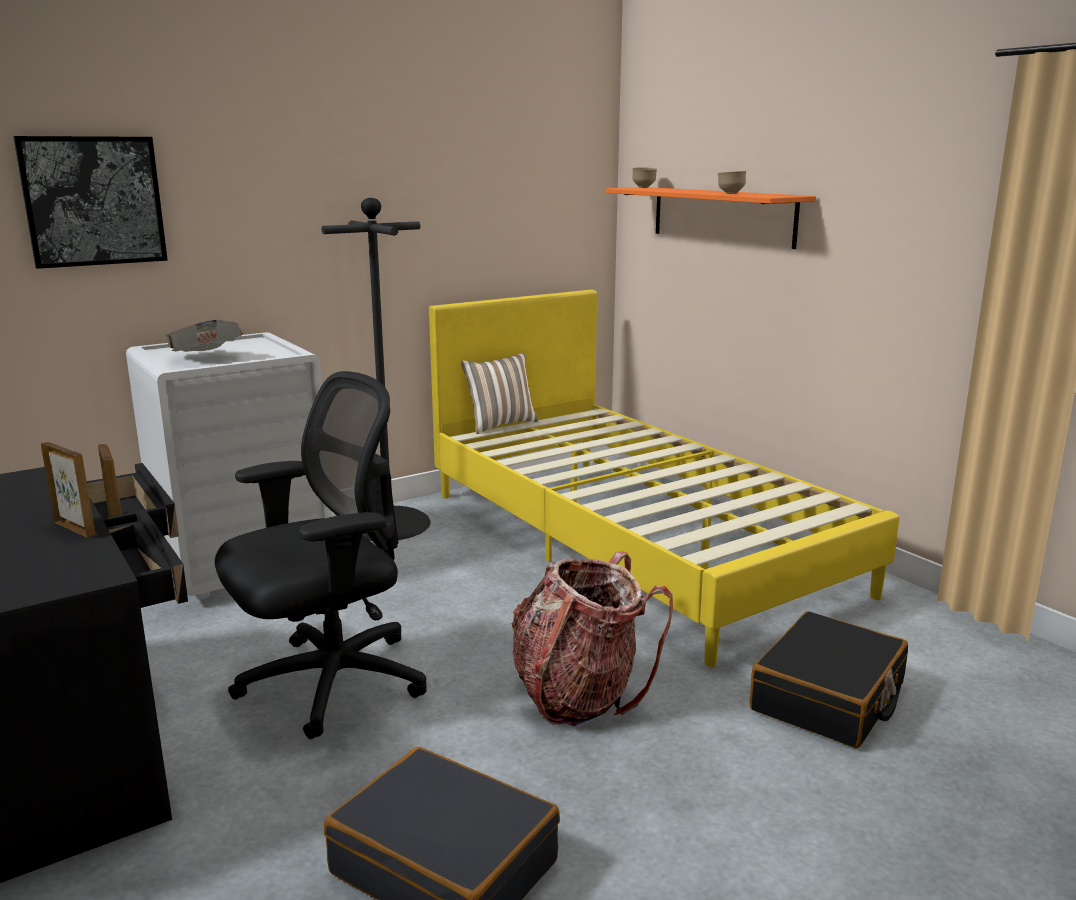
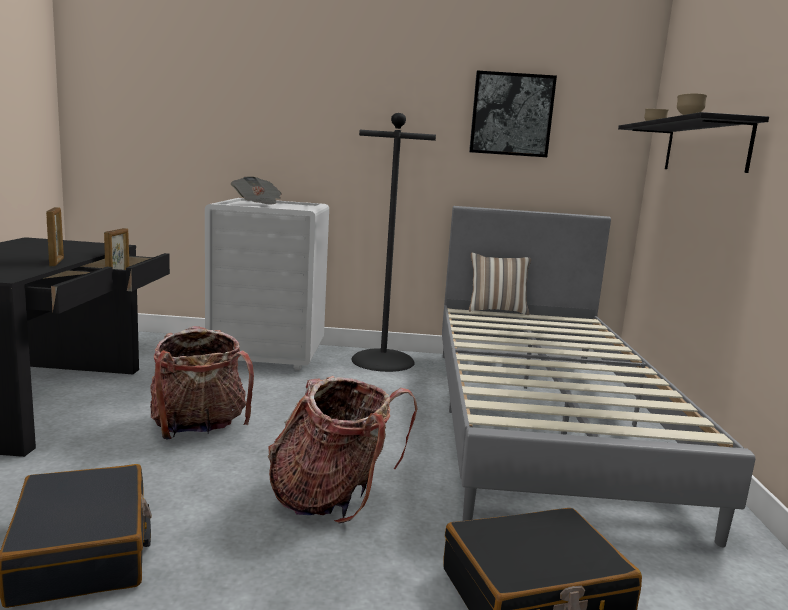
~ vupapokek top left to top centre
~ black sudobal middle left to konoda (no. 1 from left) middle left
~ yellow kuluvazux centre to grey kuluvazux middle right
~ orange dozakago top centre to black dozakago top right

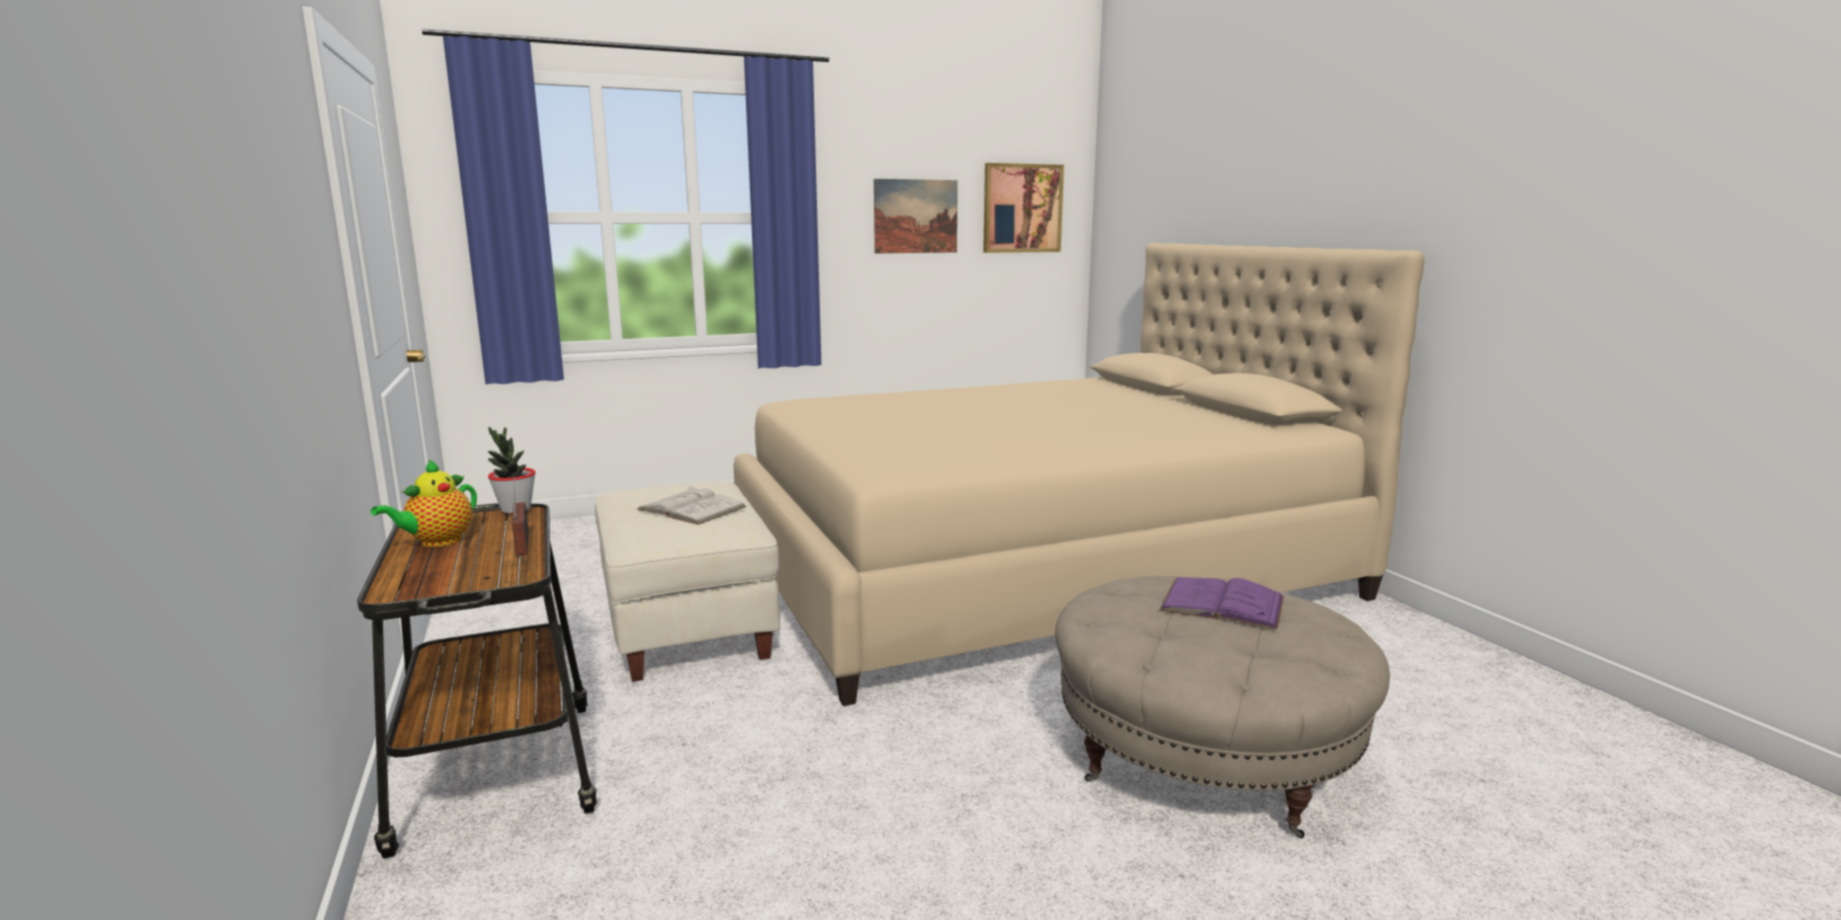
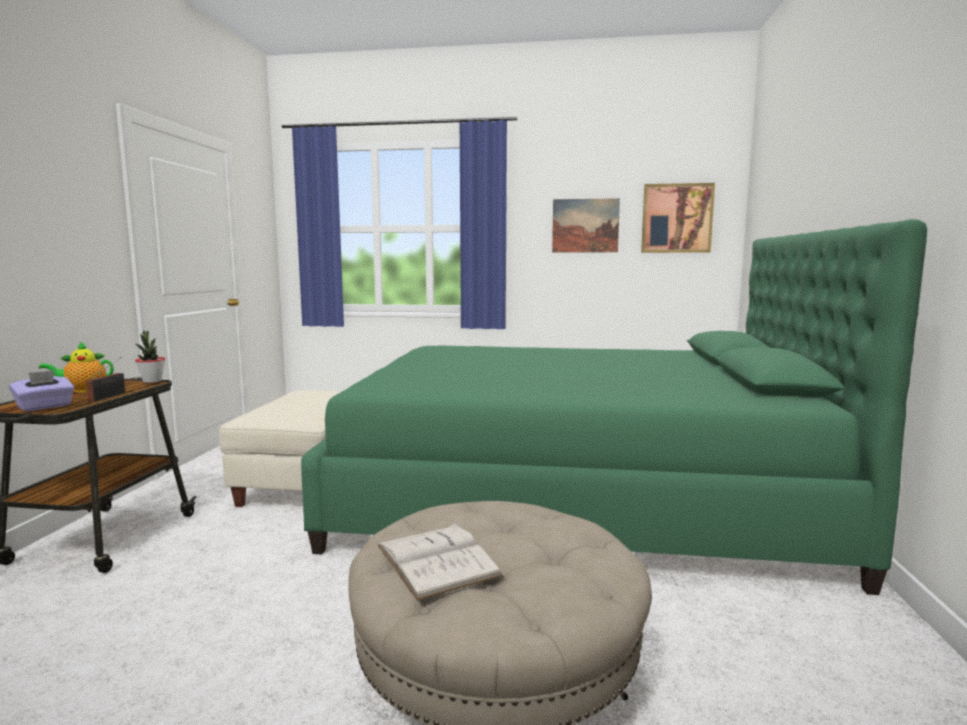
- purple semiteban centre
+ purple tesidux middle left
~ white semiteban centre to bottom centre
~ beige kuluvazux centre to green kuluvazux centre

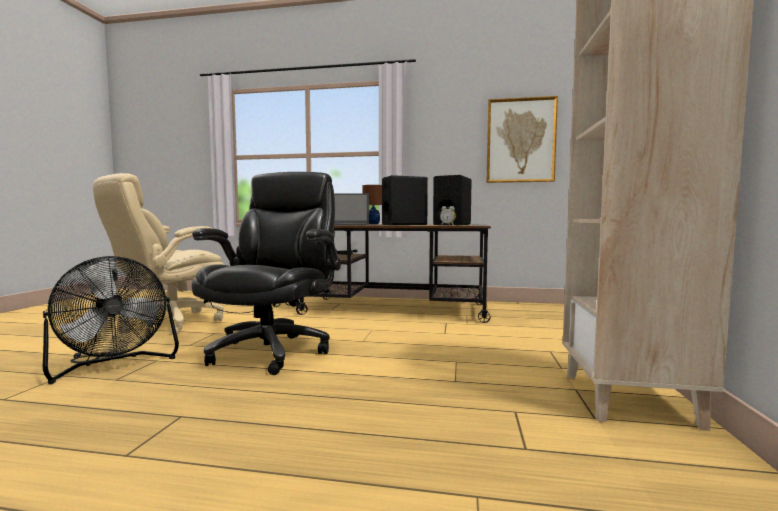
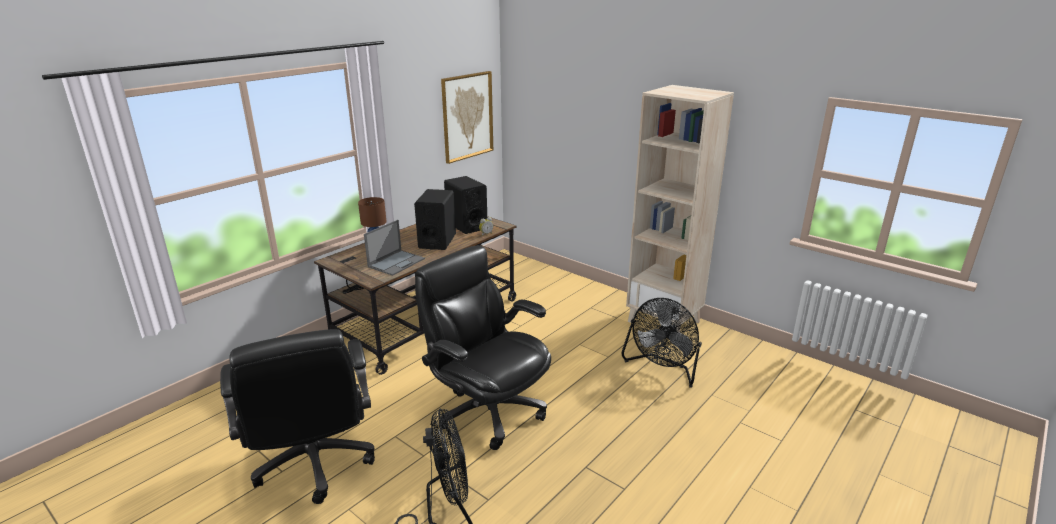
+ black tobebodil (no. 2 from left) centre
~ beige sudobal middle left to black sudobal (no. 1 from left) bottom left

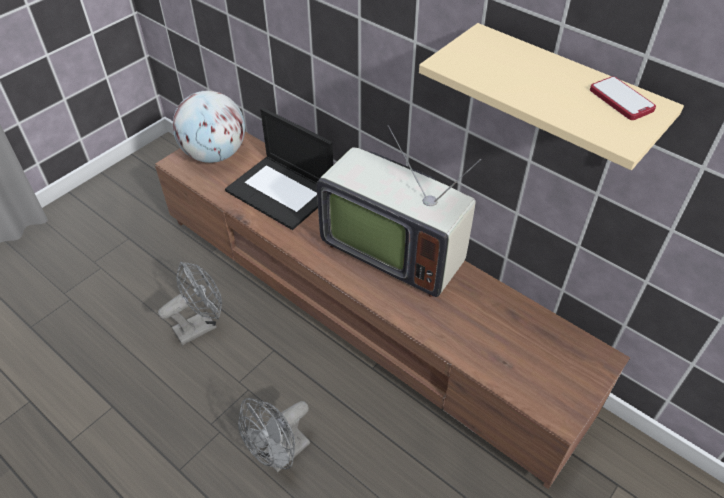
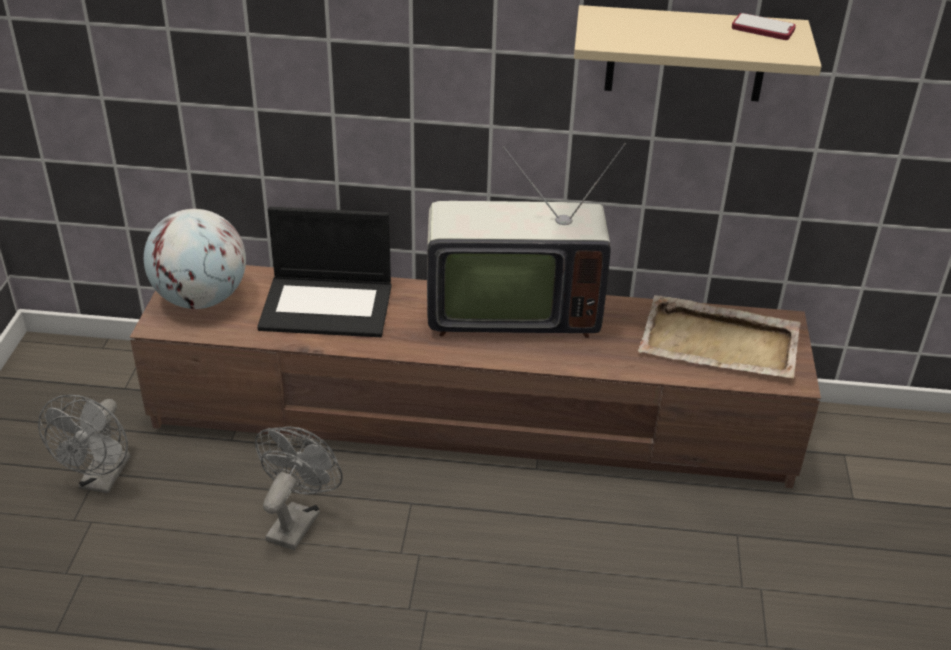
+ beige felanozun middle right
~ grey tobebodil (no. 2 from left in the first image) bottom centre to grey tobebodil (no. 1 from left) bottom left

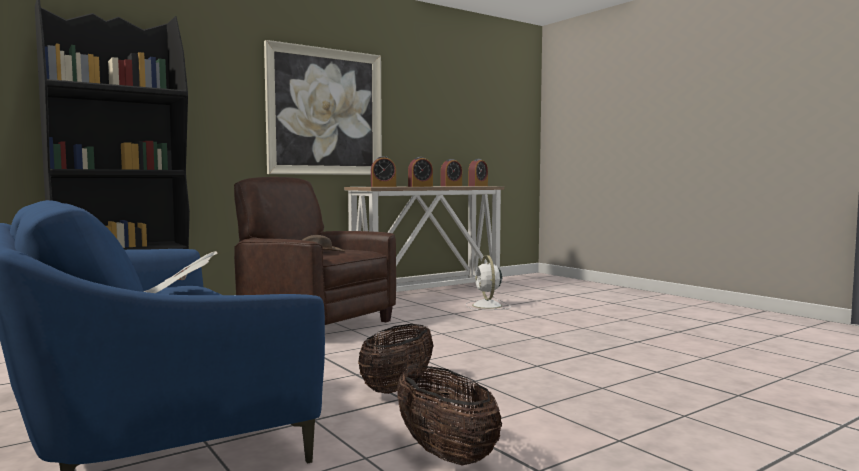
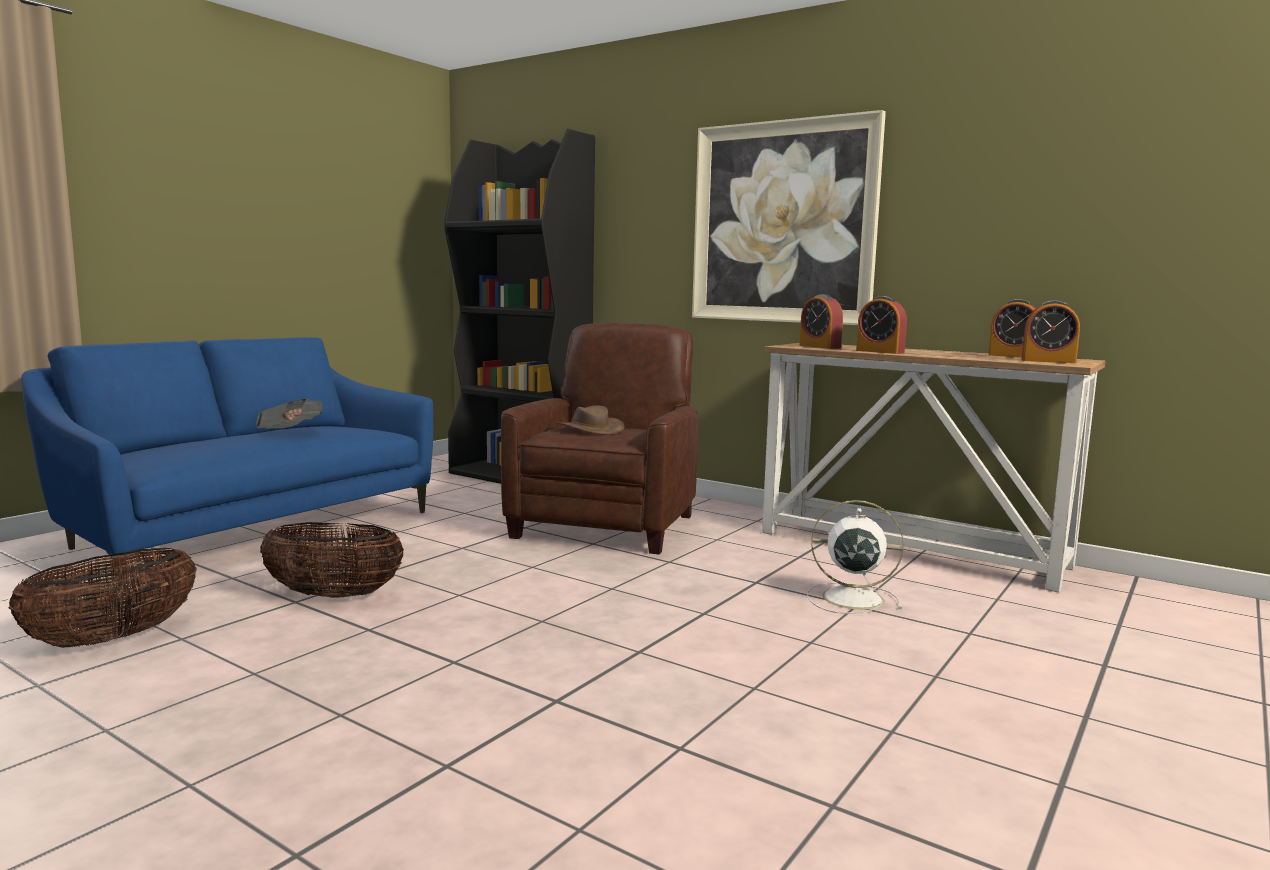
~ white tobebodil centre = middle right 45 degrees clockwise

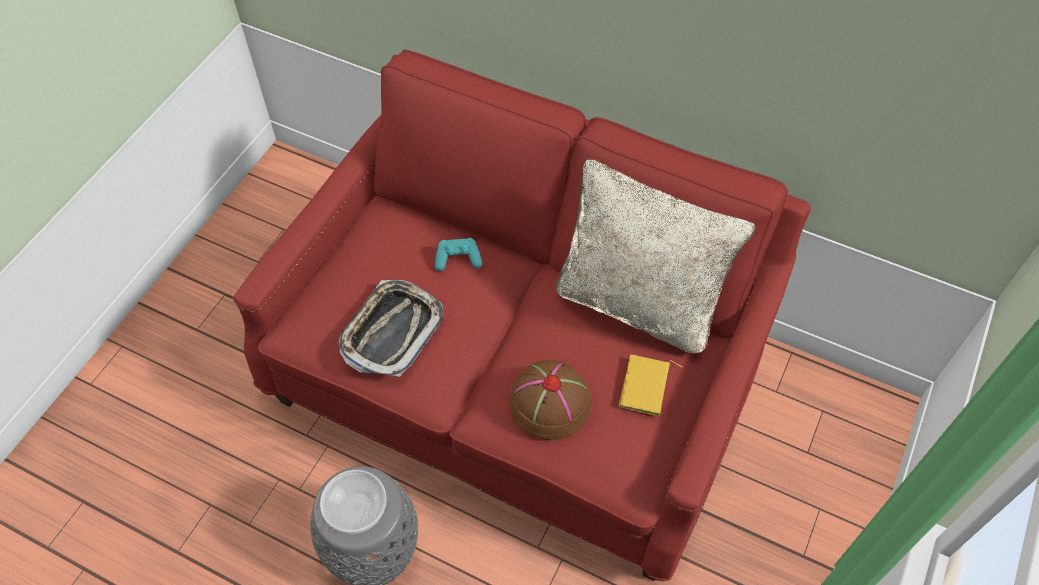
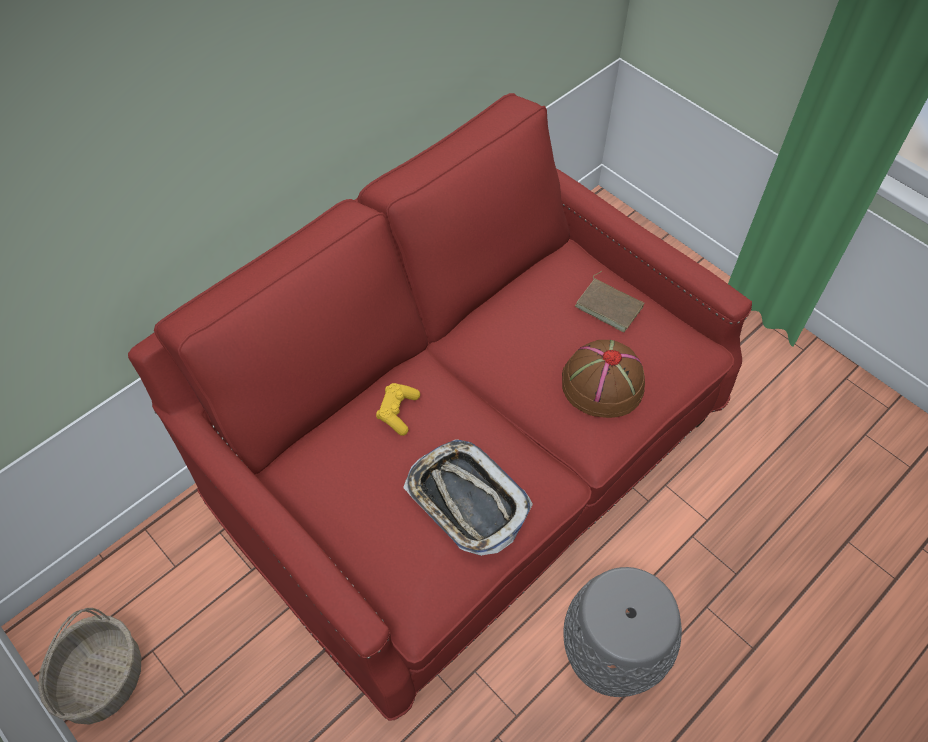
- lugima bottom centre
- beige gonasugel centre
+ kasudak bottom left
~ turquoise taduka centre to yellow taduka centre
~ yellow semiteban centre to brown semiteban centre

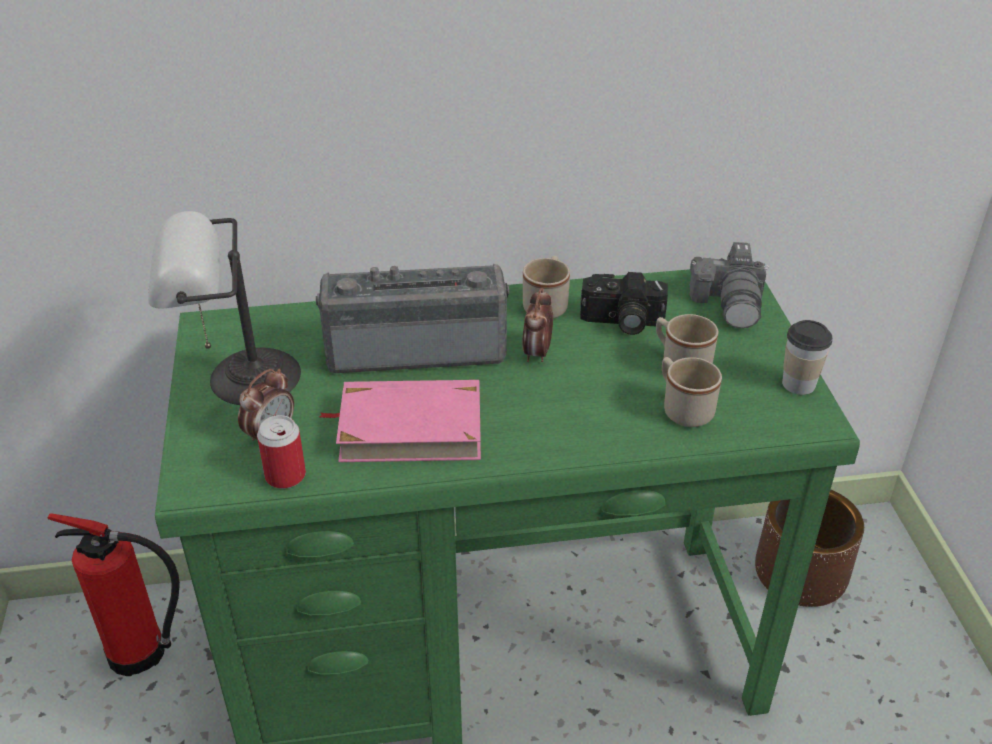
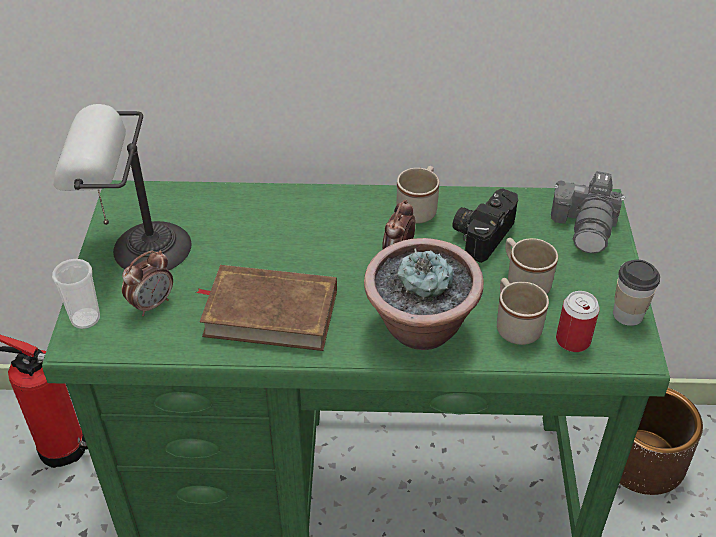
- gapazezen centre
+ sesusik (no. 1 from left) middle left
+ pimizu centre
~ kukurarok middle left to middle right
~ pink semiteban centre to brown semiteban centre
~ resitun (no. 1 from left) centre = middle right 105 degrees clockwise

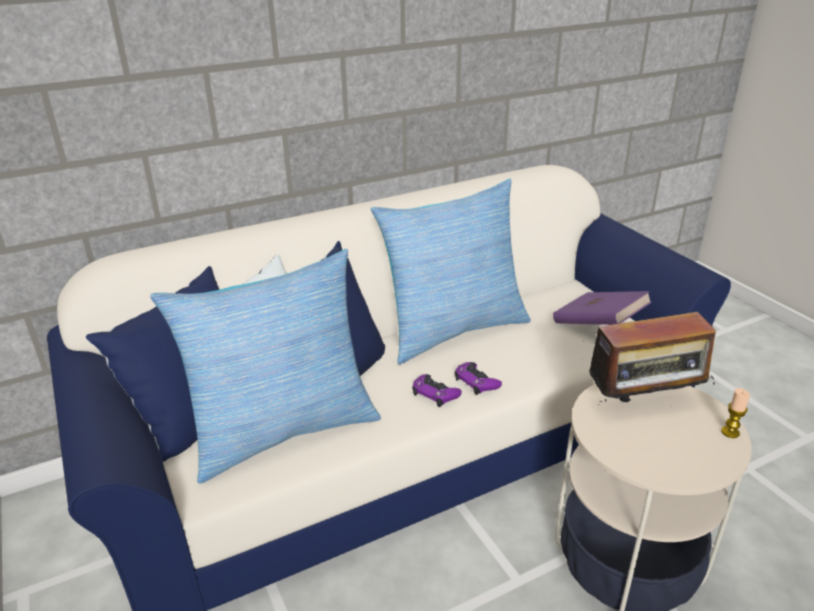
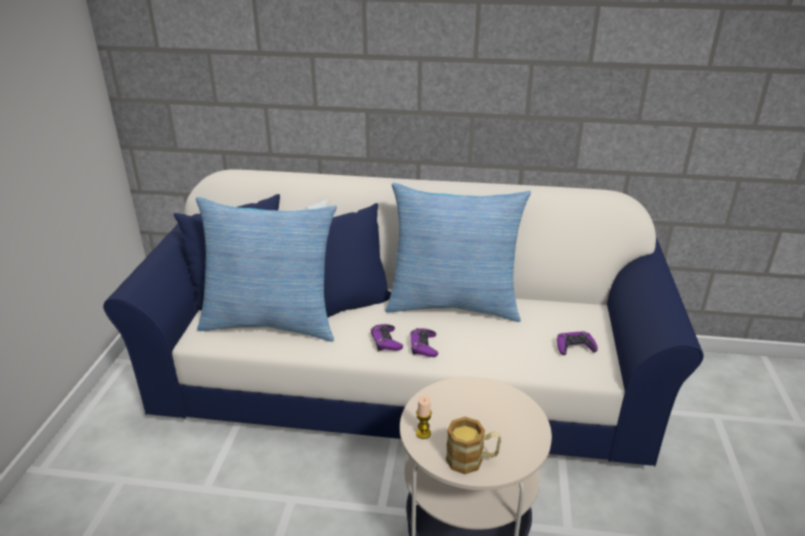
- gapazezen middle right
+ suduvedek bottom centre
~ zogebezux bottom right to bottom centre
~ purple semiteban middle right to purple taduka (no. 3 from left) middle right

